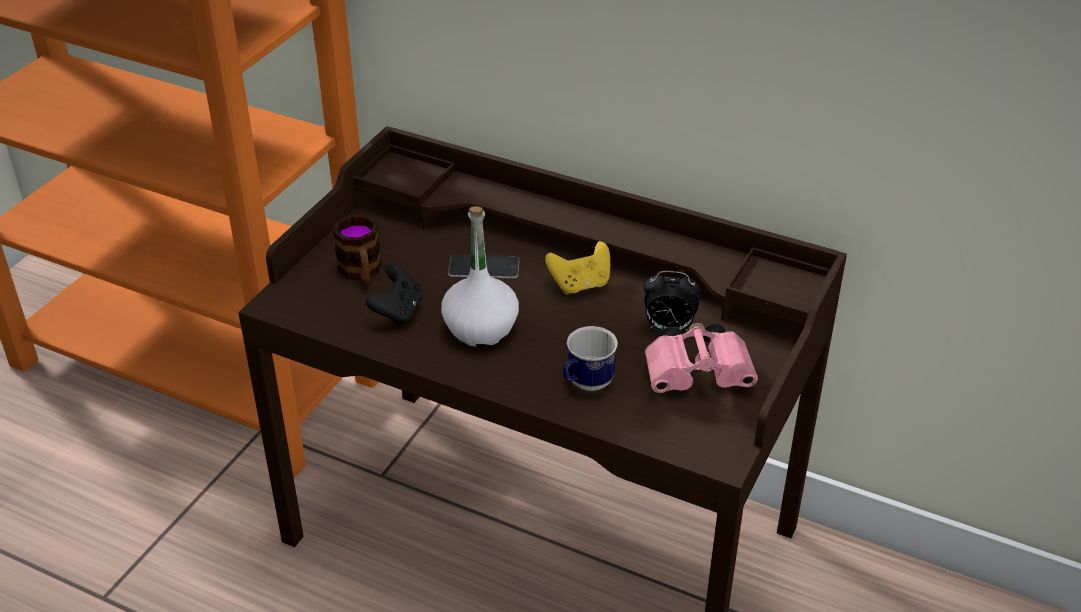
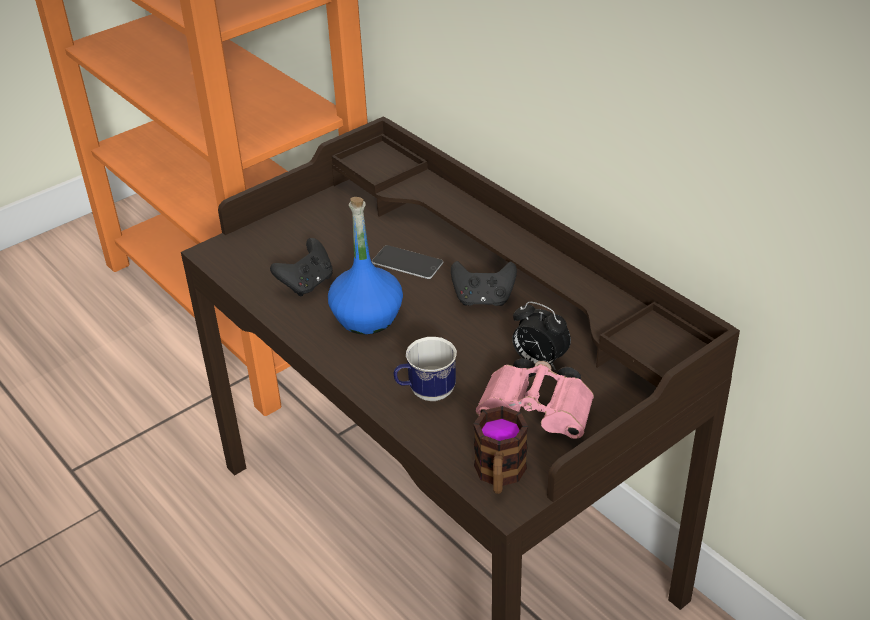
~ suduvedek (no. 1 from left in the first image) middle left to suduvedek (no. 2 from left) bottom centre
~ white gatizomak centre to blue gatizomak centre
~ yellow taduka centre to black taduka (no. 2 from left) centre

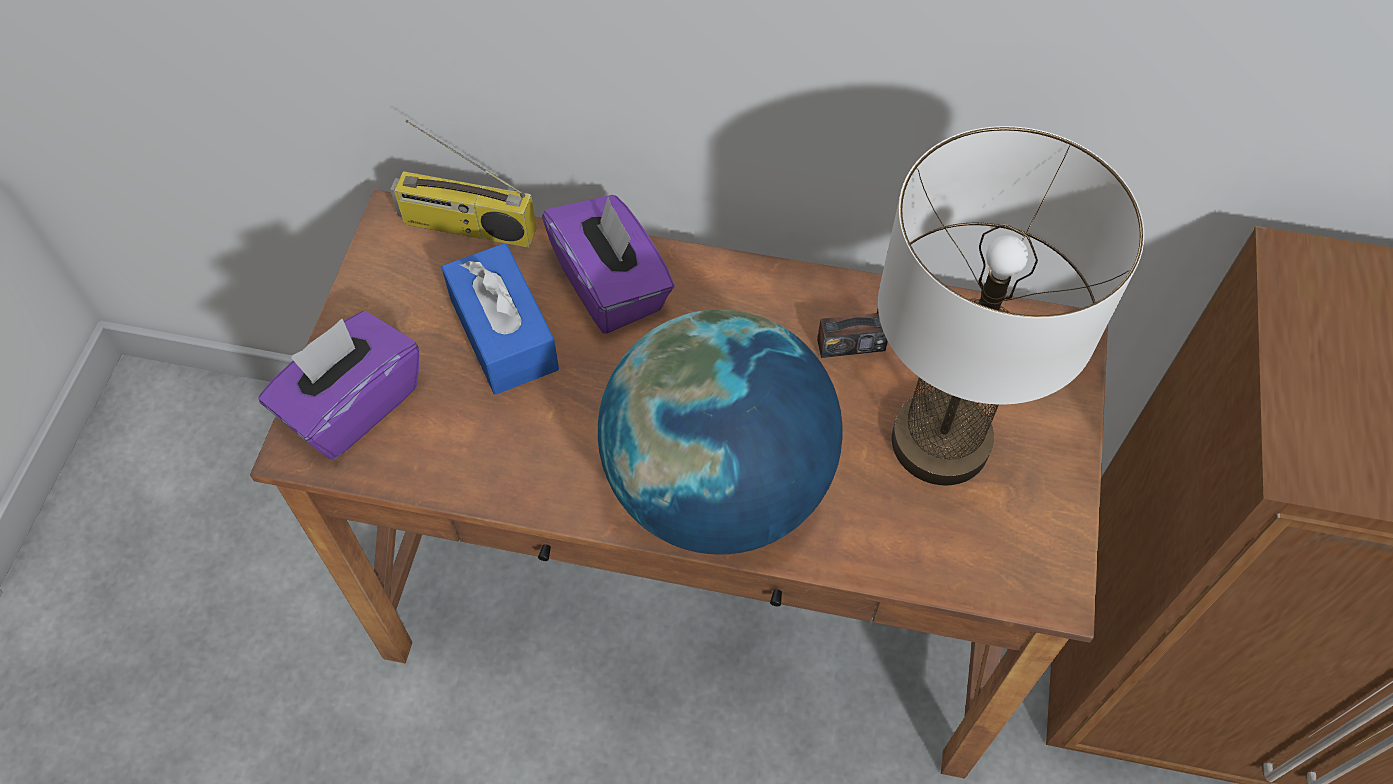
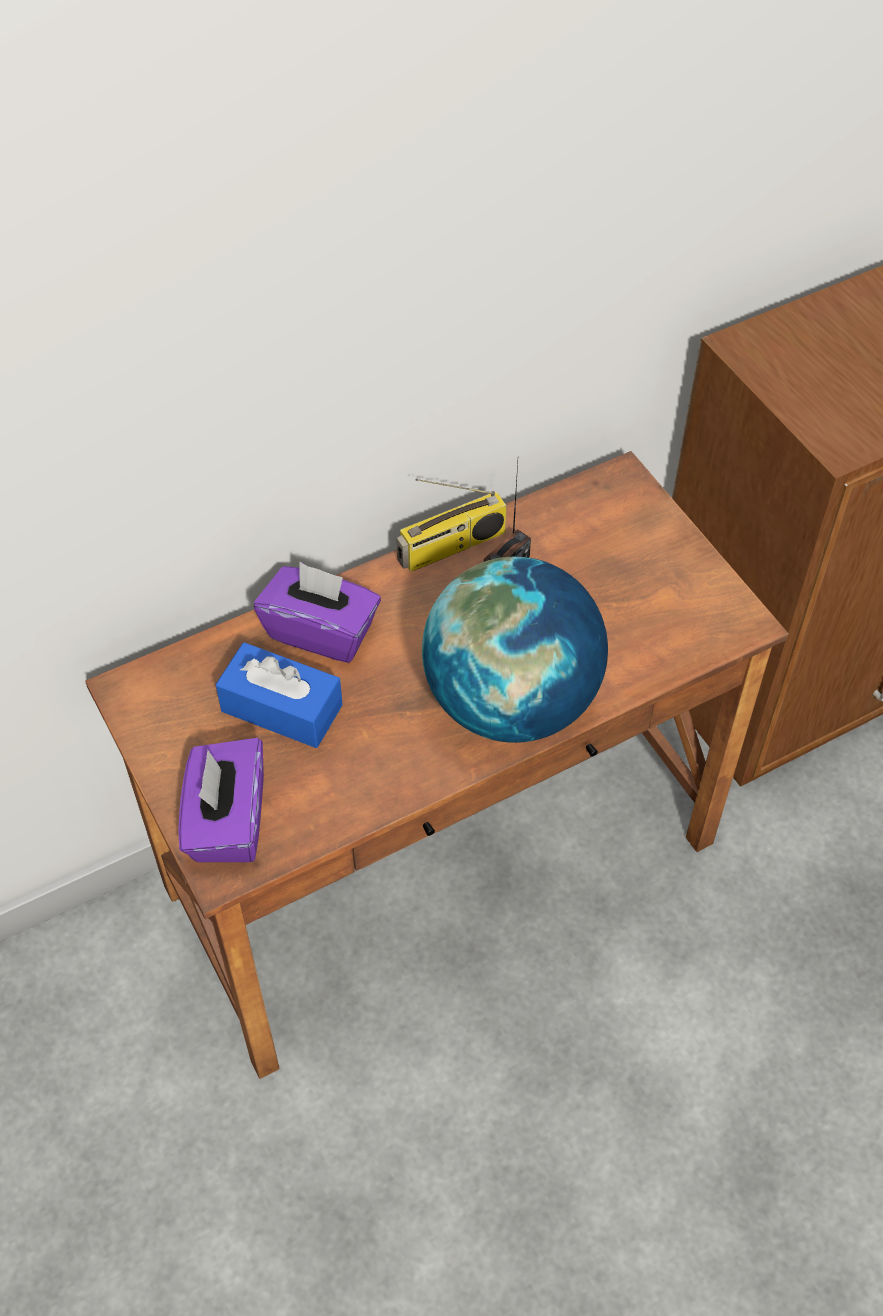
- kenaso middle right
~ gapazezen (no. 1 from left) top left to centre

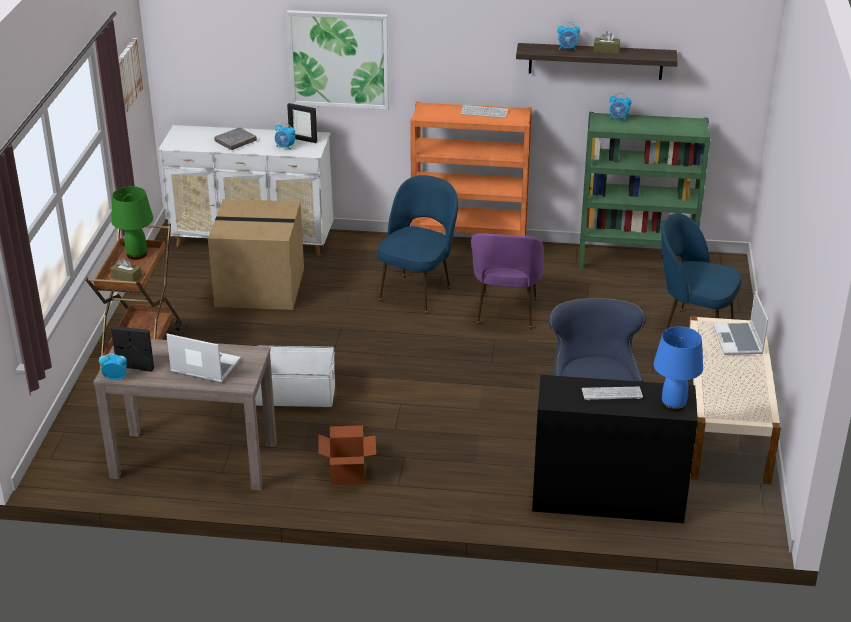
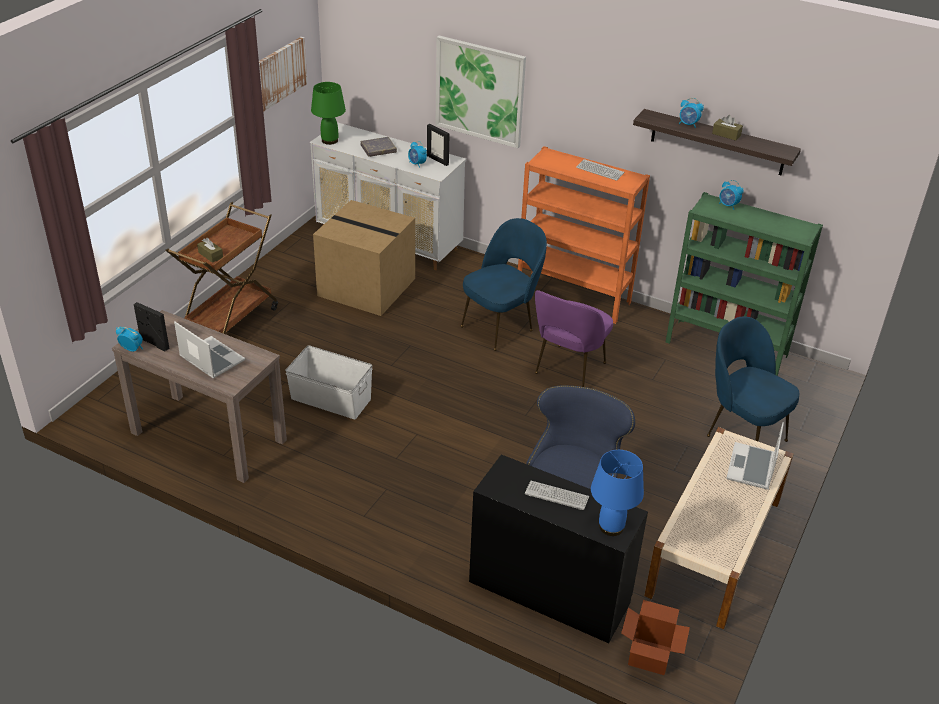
~ green kenaso middle left to top centre
~ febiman (no. 2 from left) bottom centre to bottom right

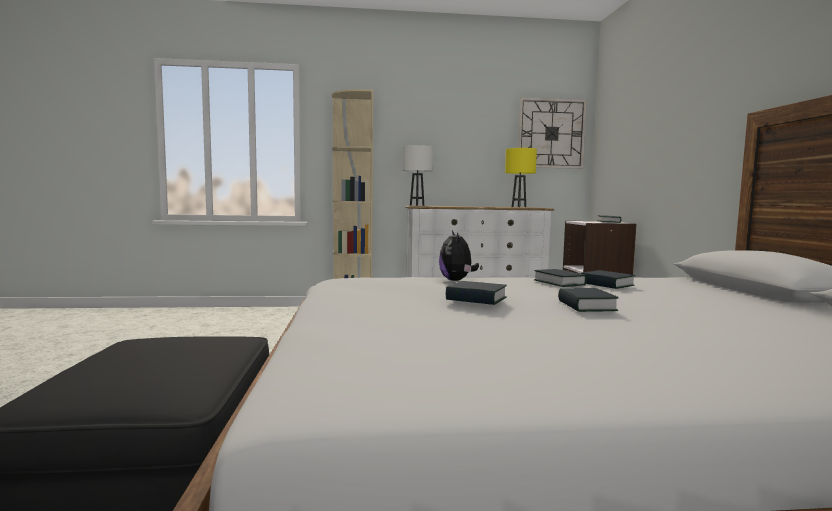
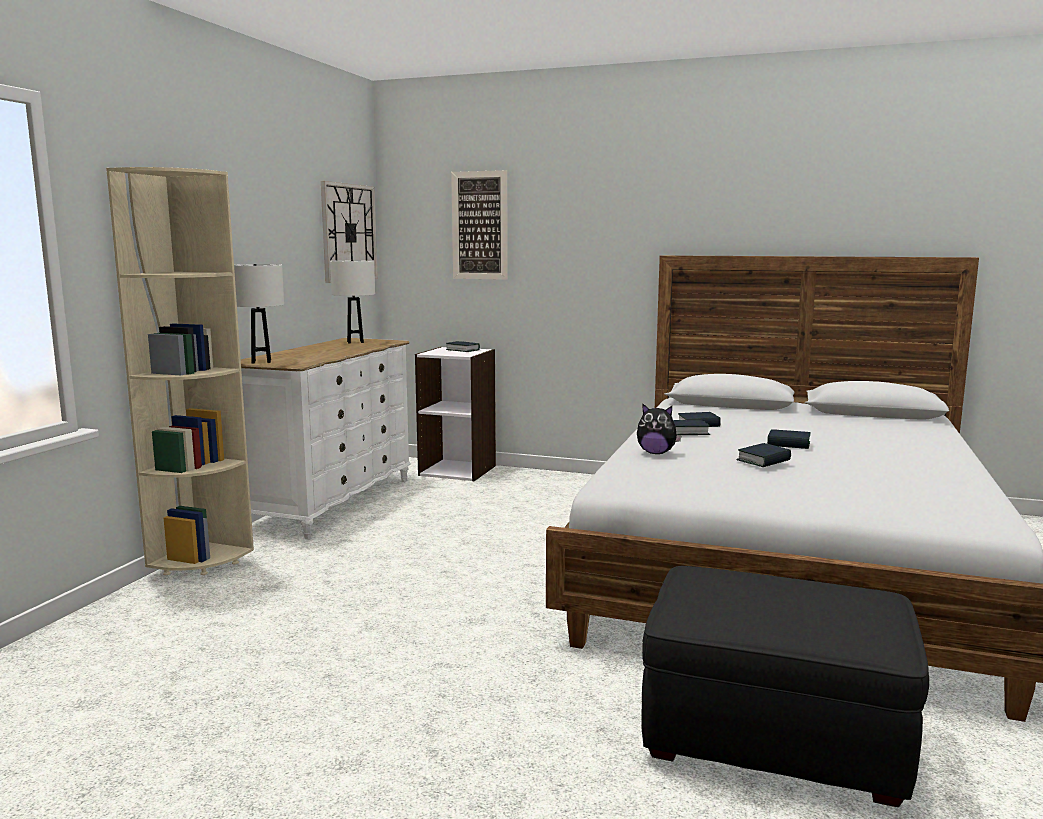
+ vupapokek top centre
~ yellow kenaso centre to white kenaso (no. 2 from left) centre

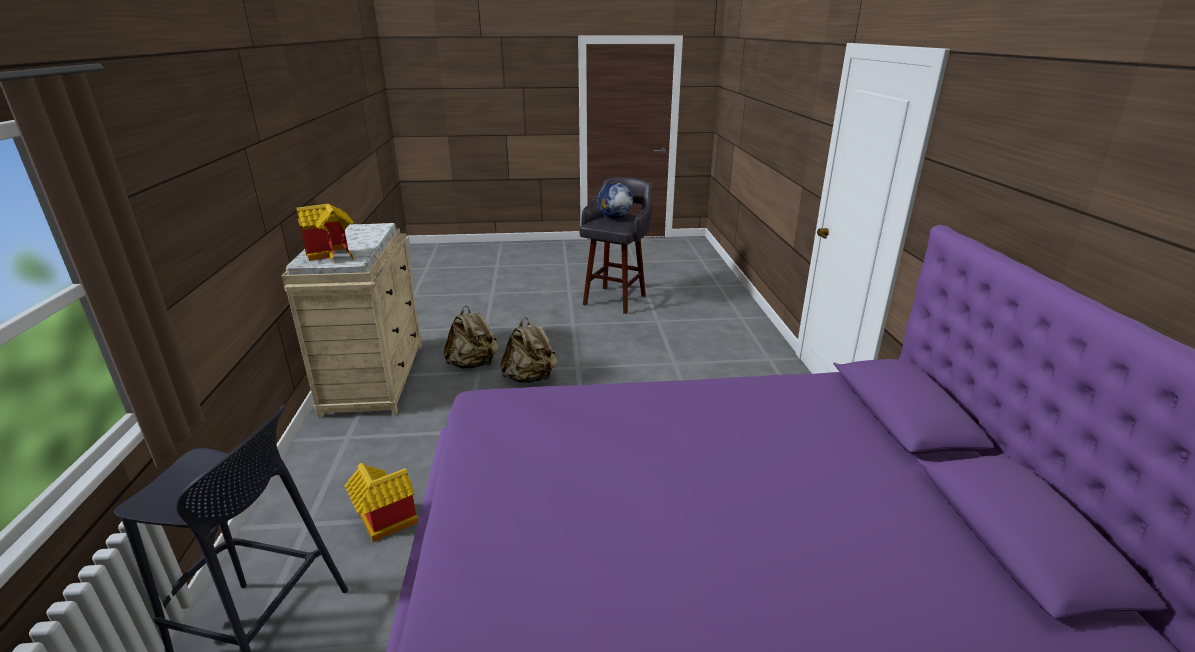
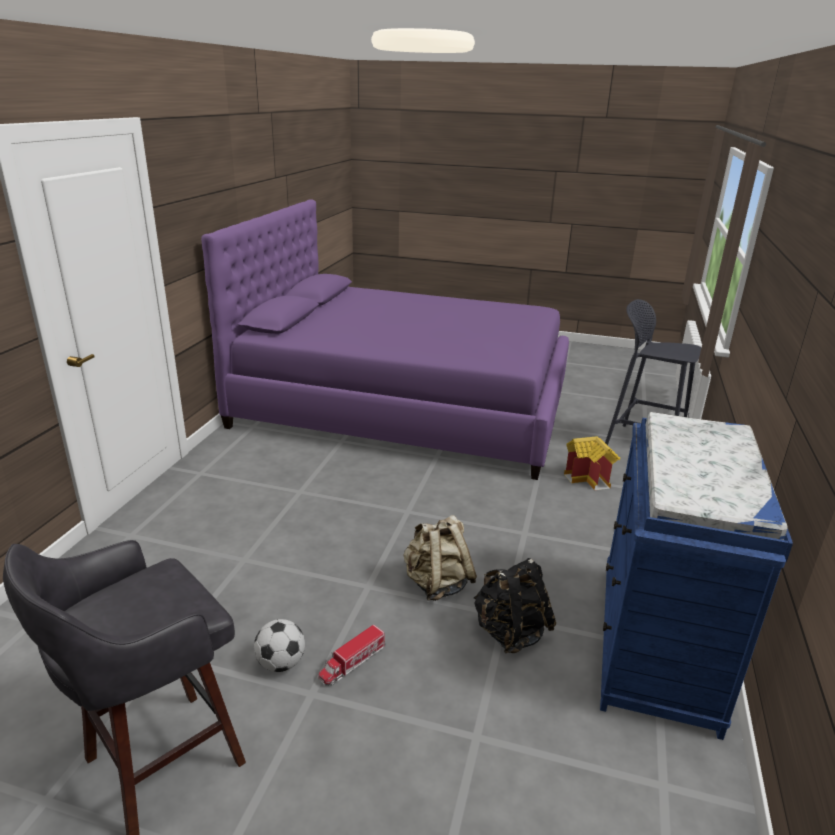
- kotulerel (no. 1 from left) middle left
- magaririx top centre
+ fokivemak bottom centre
+ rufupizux bottom centre
~ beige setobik middle left to blue setobik bottom right
~ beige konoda (no. 1 from left) centre to black konoda bottom centre

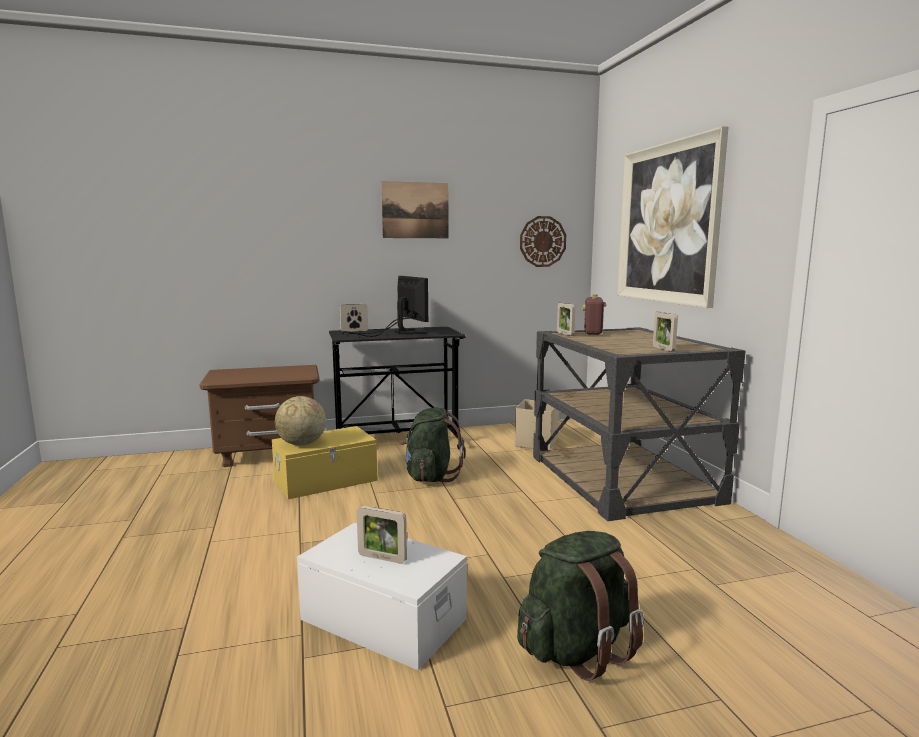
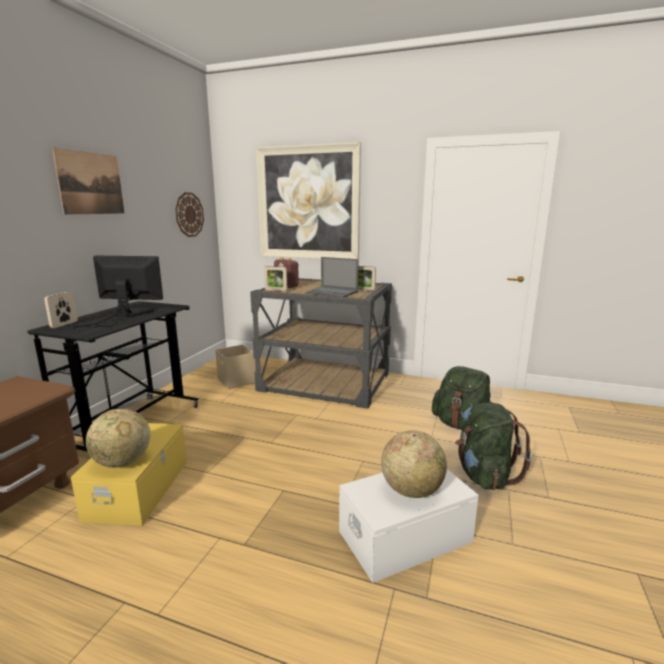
+ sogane centre
~ green konoda (no. 1 from left) centre to middle right
~ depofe (no. 2 from left) bottom centre to magaririx (no. 2 from left) bottom centre

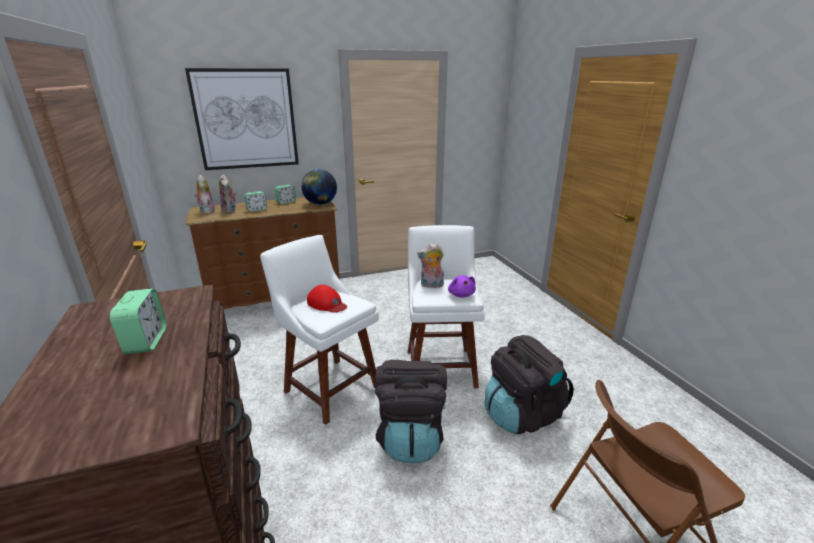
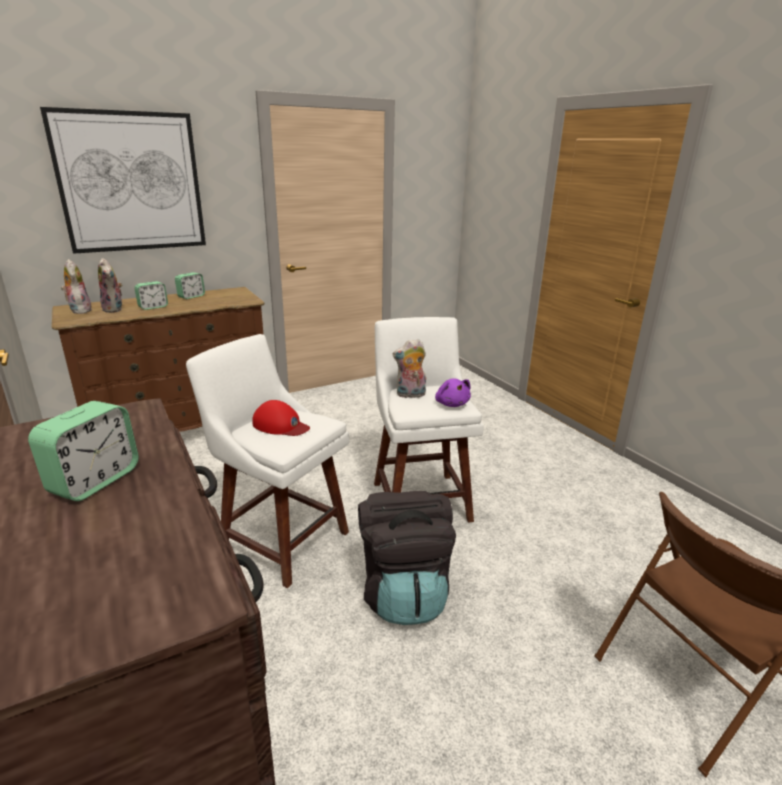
- magaririx centre
- black konoda (no. 2 from left) bottom centre
~ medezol (no. 1 from left) middle left = middle left 45 degrees clockwise

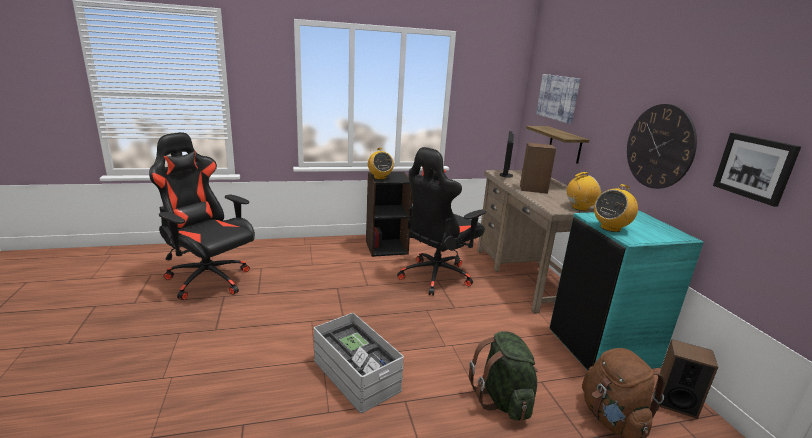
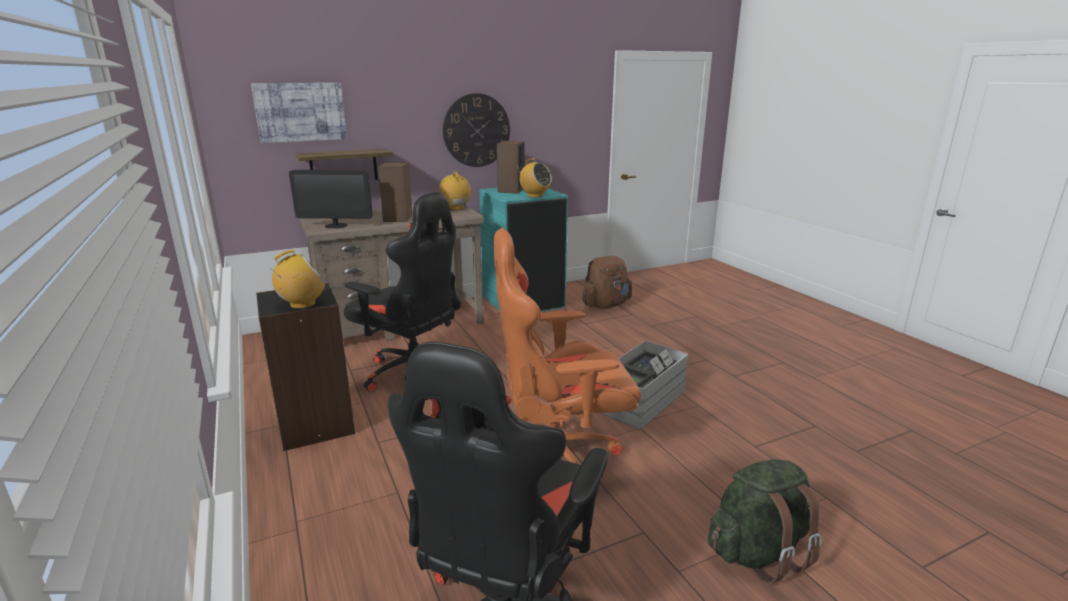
- vupapokek (no. 2 from left) middle right
+ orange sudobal centre
~ green konoda bottom centre to bottom right
~ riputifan (no. 2 from left) bottom right to top centre

